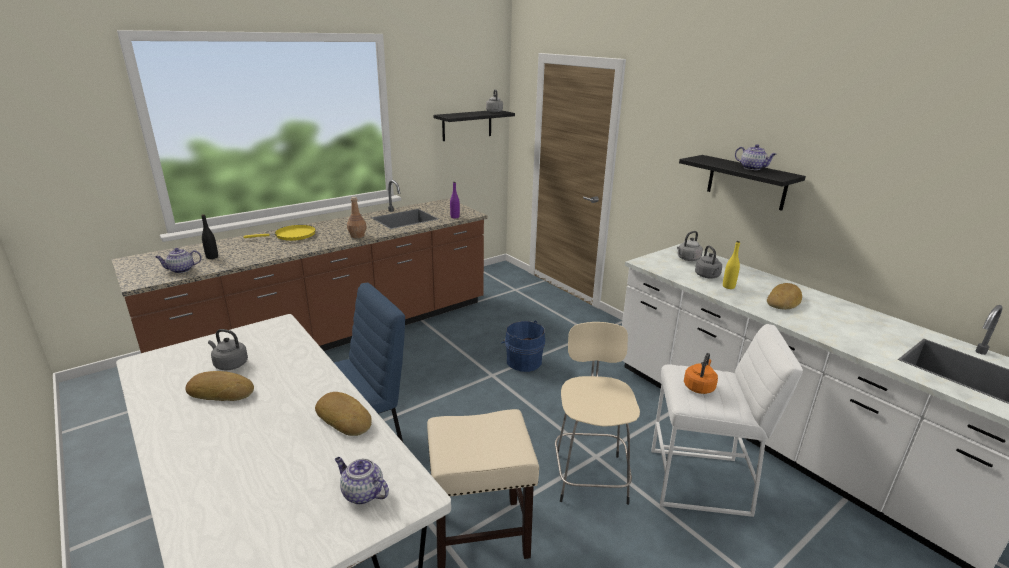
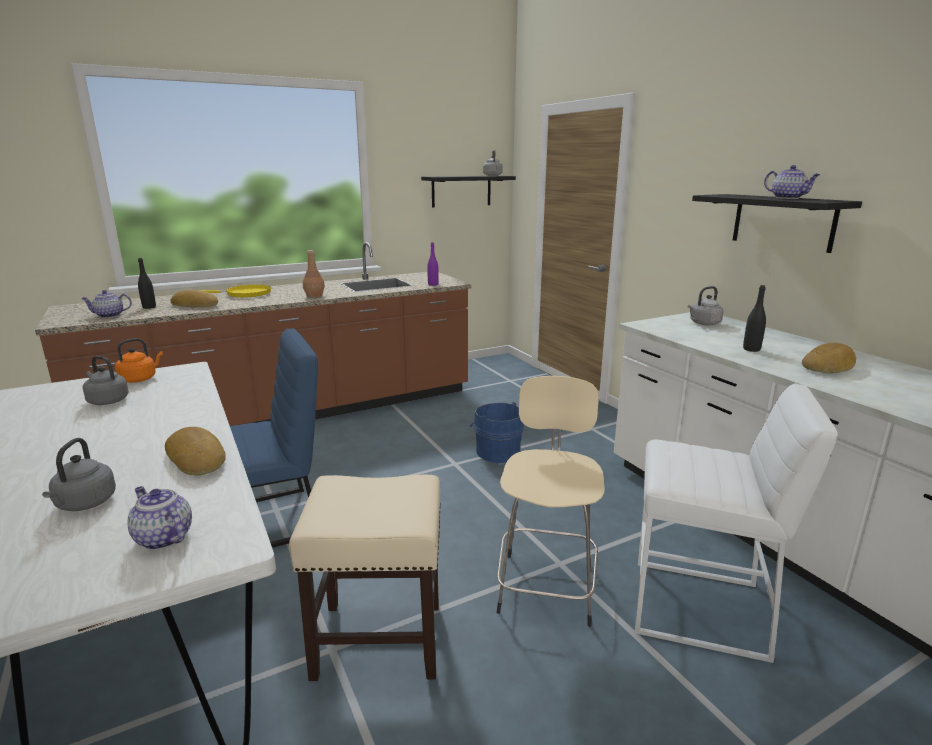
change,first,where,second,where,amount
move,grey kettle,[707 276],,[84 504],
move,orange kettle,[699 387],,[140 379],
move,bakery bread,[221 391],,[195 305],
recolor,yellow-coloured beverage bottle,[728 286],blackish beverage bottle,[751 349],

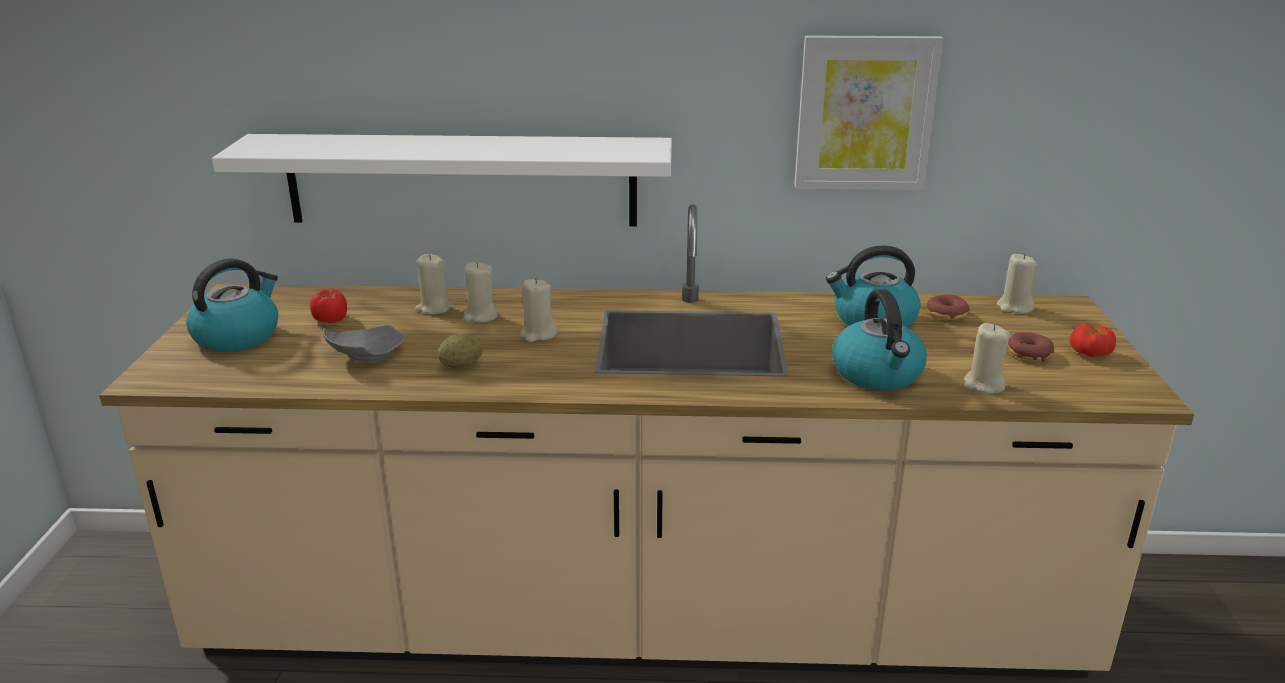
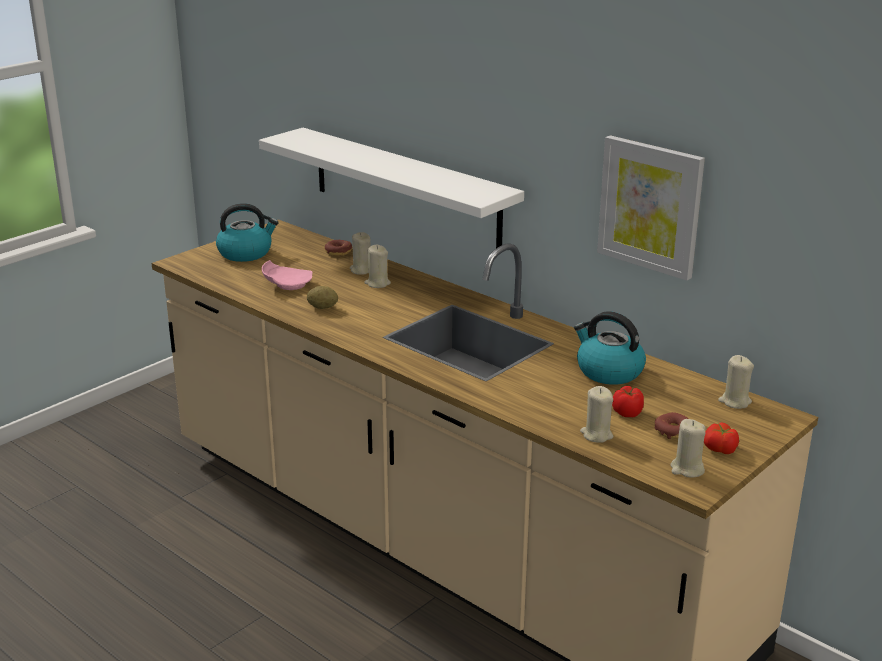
change,first,where,second,where,amount
recolor,grey dinner plate,[365 355],pink dinner plate,[287 284],
move,doughnut,[947 314],,[338 252],
move,tomato,[331 319],,[628 413],
move,beige-coloured candle,[538 334],,[687 469],
delete,kettle,[878 374],,,

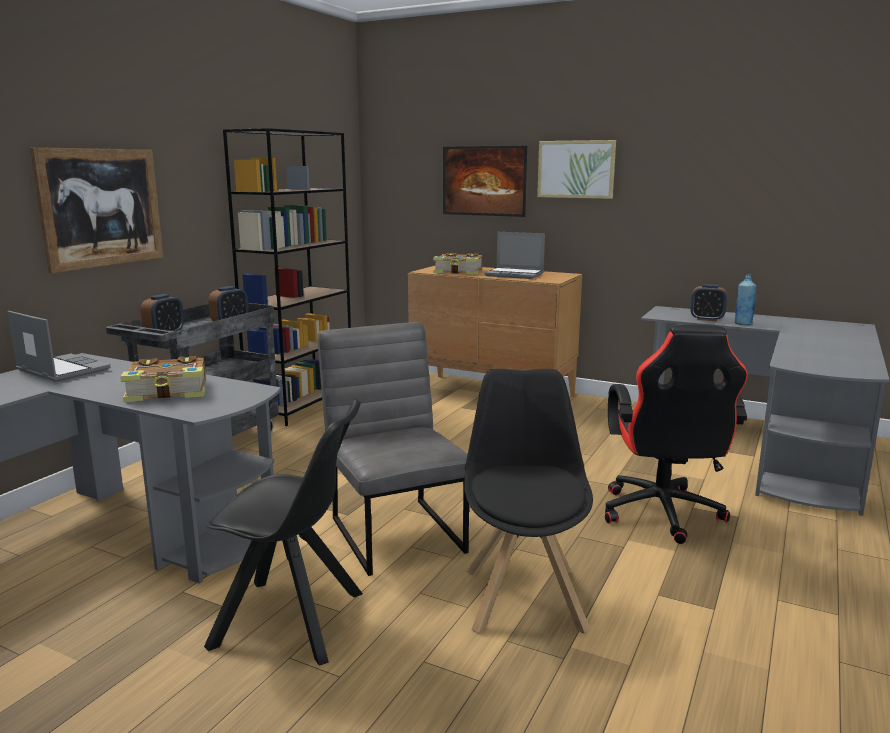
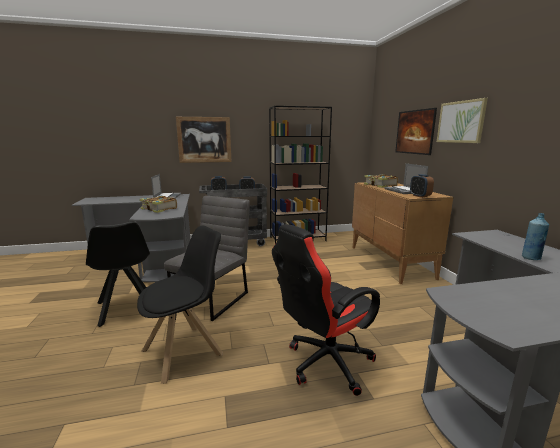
change,first,where,second,where,amount
move,bedside clock,[707 319],,[420 196],

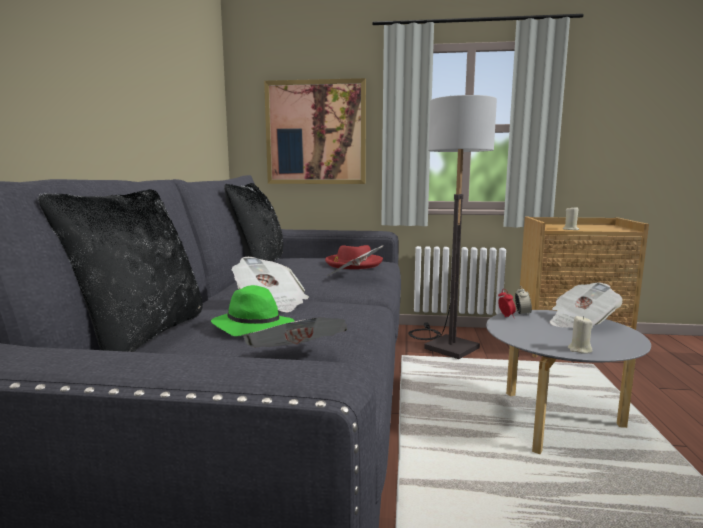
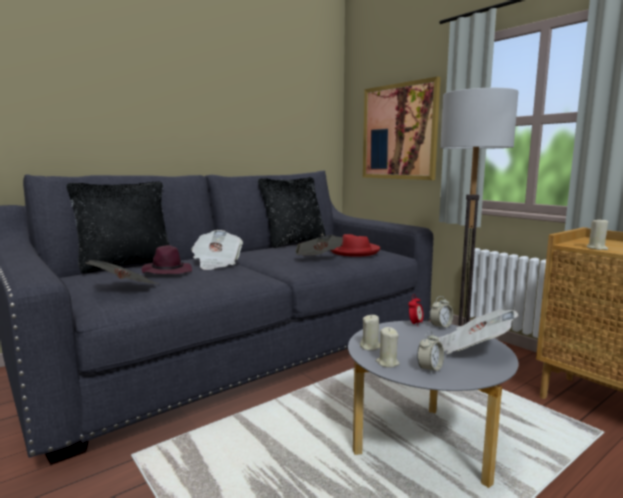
change,first,where,second,where,amount
recolor,green-coloured wearable hat,[252 327],purple wearable hat,[167 272],
insert,,,beige-coloured candle,[370 347],
insert,,,bedside clock,[430 369],

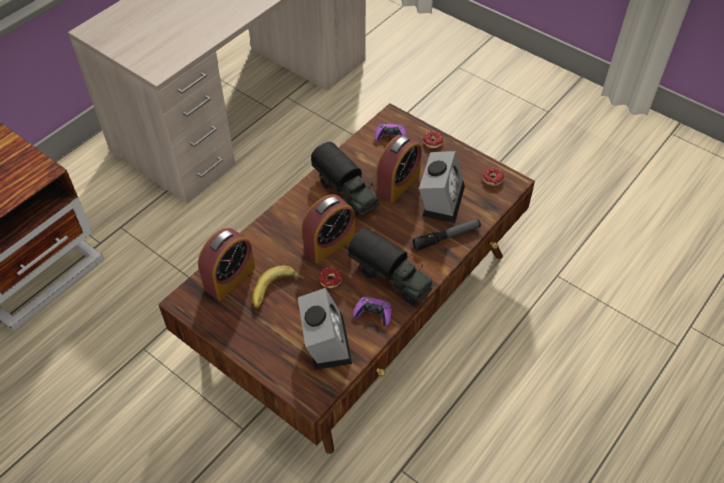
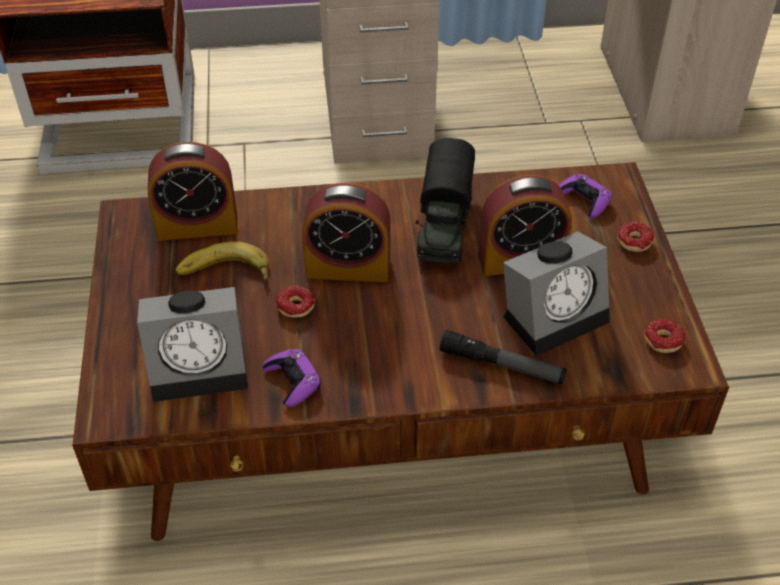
change,first,where,second,where,amount
rotate,bedside clock,[325 340],,[202 366],45 degrees clockwise
delete,toy truck,[391 277],,,

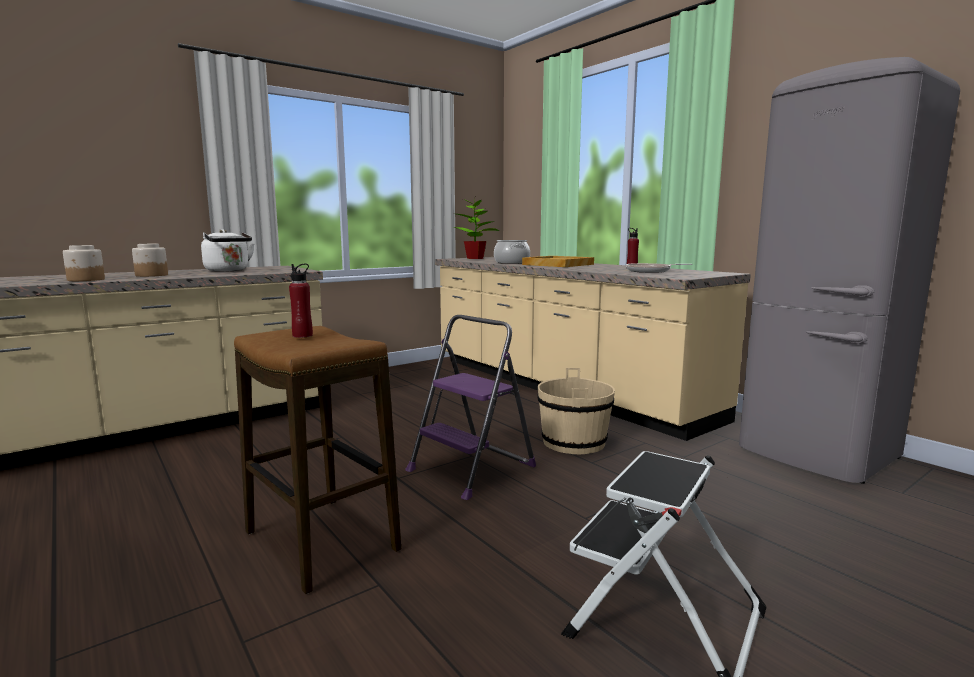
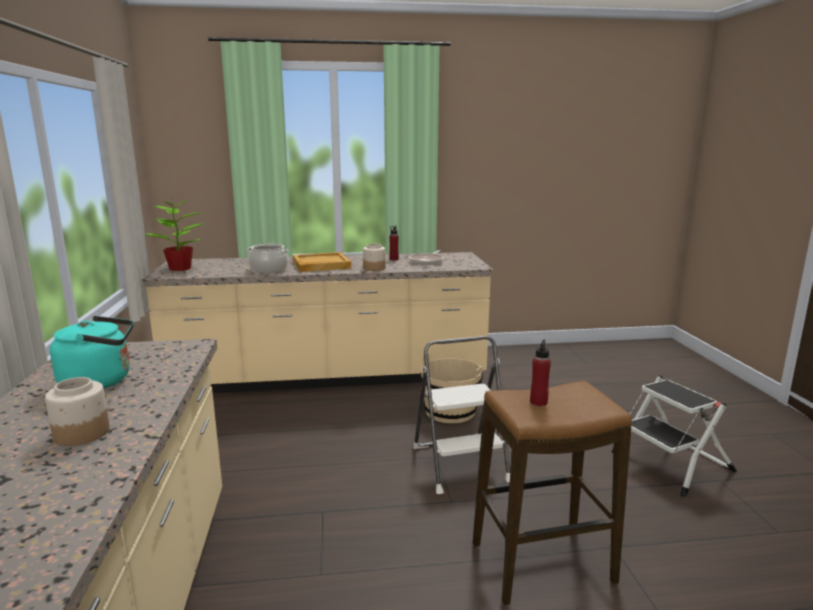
change,first,where,second,where,amount
recolor,whitish kettle,[228 270],turquoise-coloured kettle,[101 381],
move,storage jar,[86 280],,[374 268],
recolor,purple step ladder,[475 467],whitish step ladder,[459 461],
delete,grey kitchen fridge,[816 454],,,

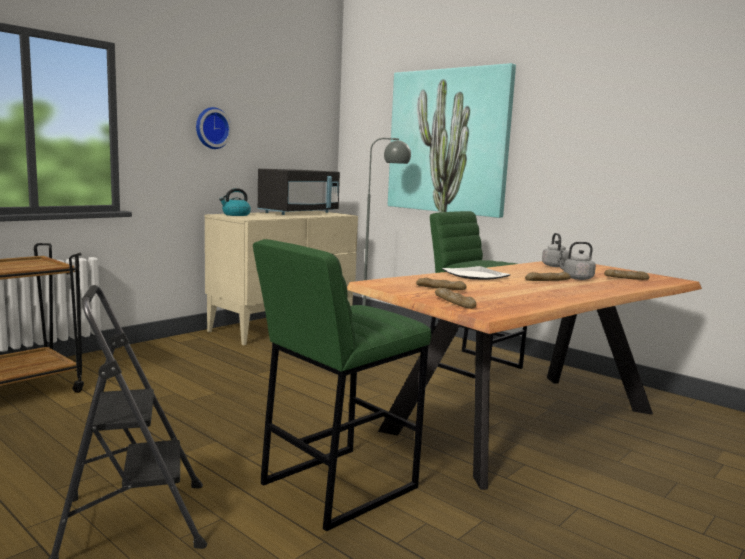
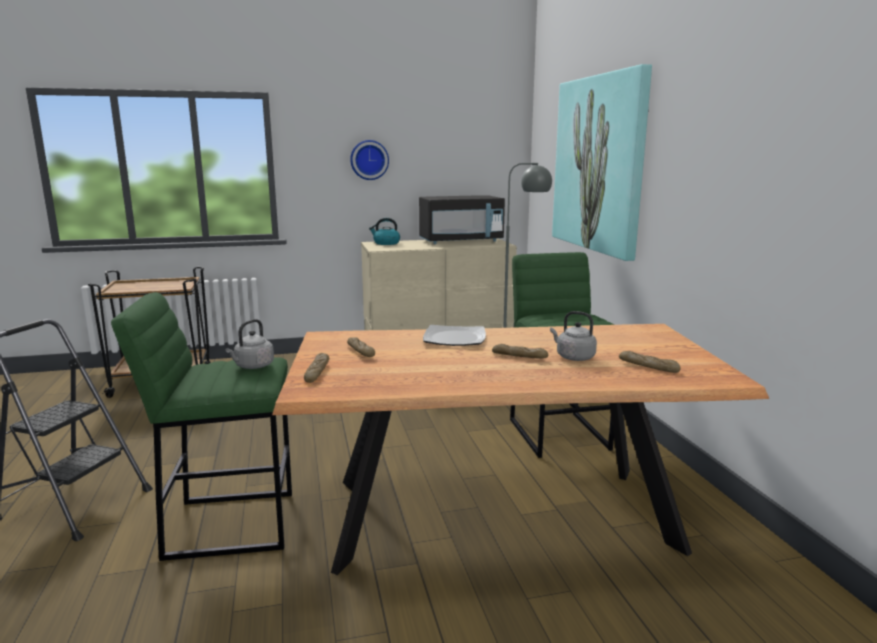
change,first,where,second,where,amount
move,grey kettle,[555 266],,[253 366],

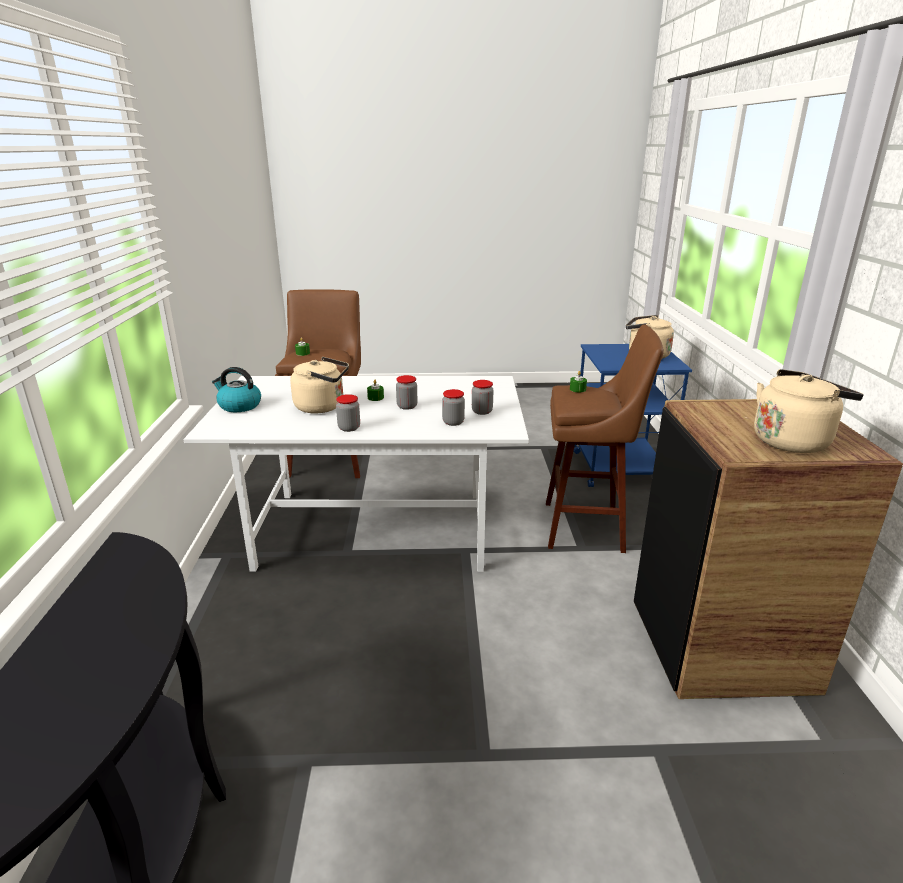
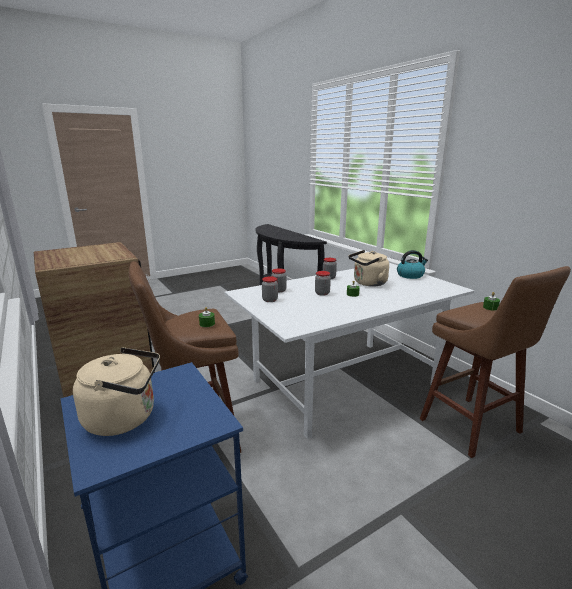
change,first,where,second,where,amount
delete,beige-coloured kettle,[793 441],,,

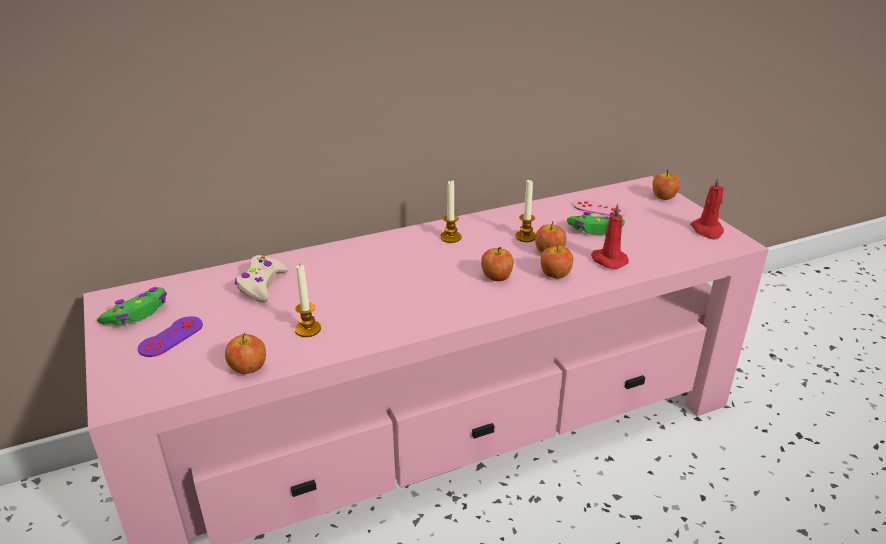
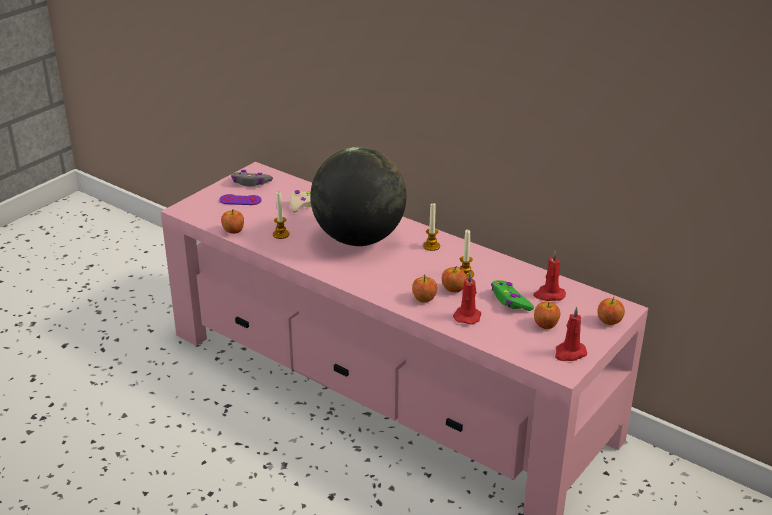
change,first,where,second,where,amount
recolor,green-coloured game controller,[137 313],grey game controller,[251 183],
insert,,,desk globe,[359 239],
replace,pink game controller,[599 208],reddish candle,[549 295],
move,apple fruit,[496 277],,[546 325],

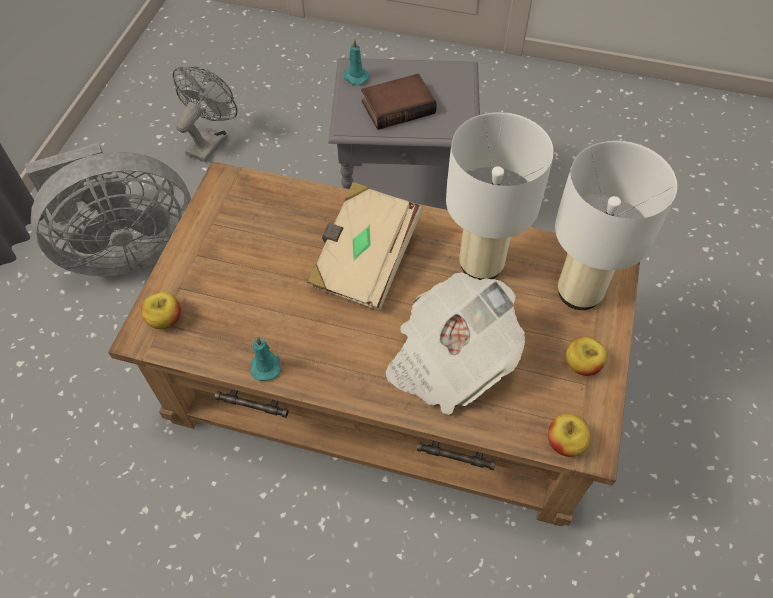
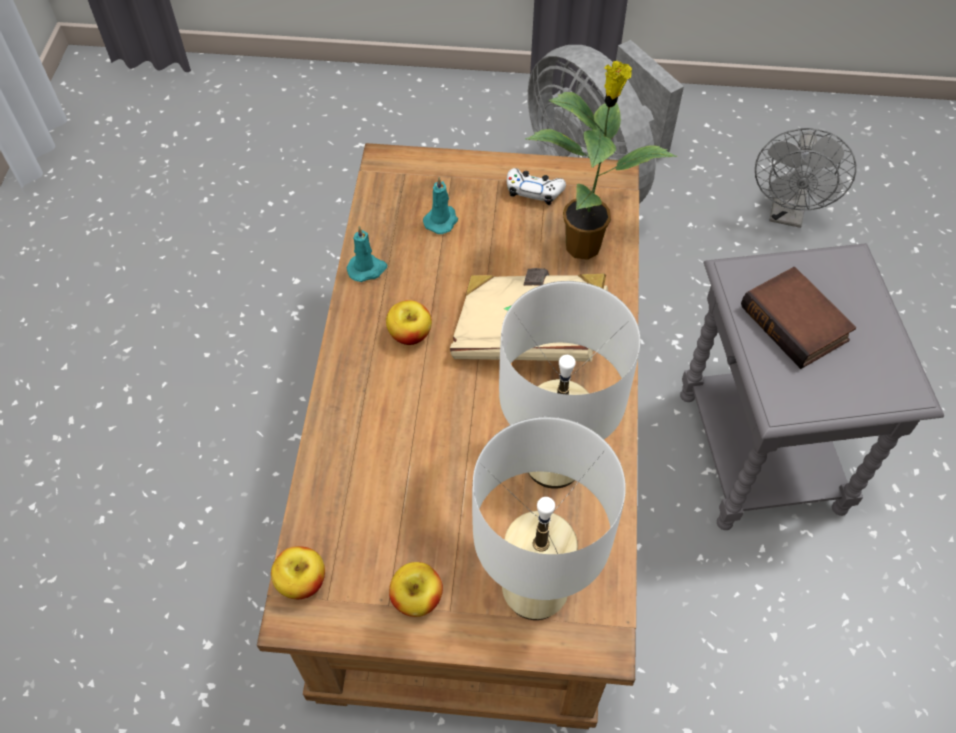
change,first,where,second,where,amount
move,apple fruit,[165 319],,[410 334],
move,turquoise-coloured candle,[355 77],,[441 220],
insert,,,whitish game controller,[534 190],
insert,,,houseplant,[585 244],
rotate,grey fan,[210 141],,[787 213],90 degrees clockwise
delete,daily paper,[449 360],,,

